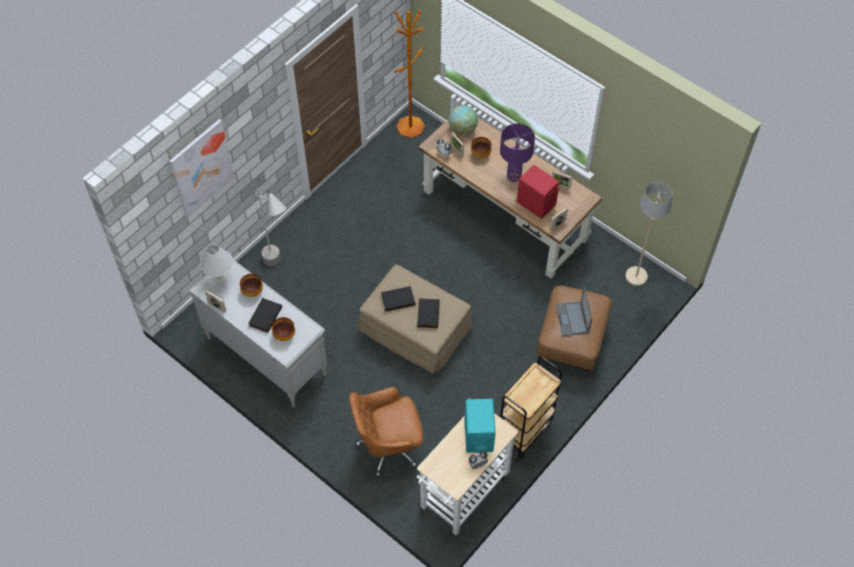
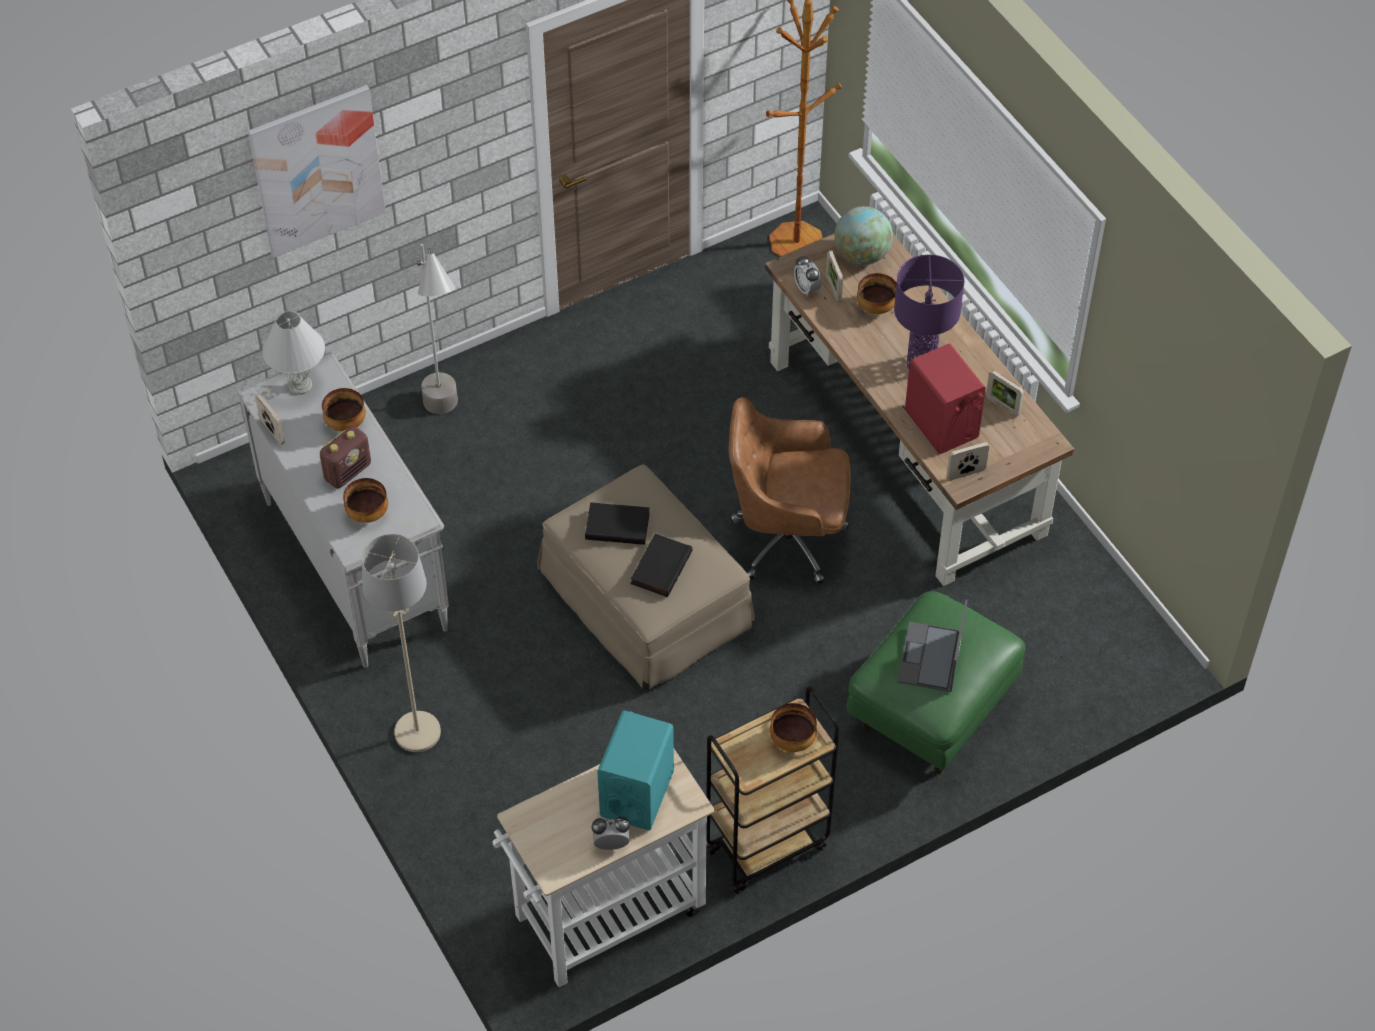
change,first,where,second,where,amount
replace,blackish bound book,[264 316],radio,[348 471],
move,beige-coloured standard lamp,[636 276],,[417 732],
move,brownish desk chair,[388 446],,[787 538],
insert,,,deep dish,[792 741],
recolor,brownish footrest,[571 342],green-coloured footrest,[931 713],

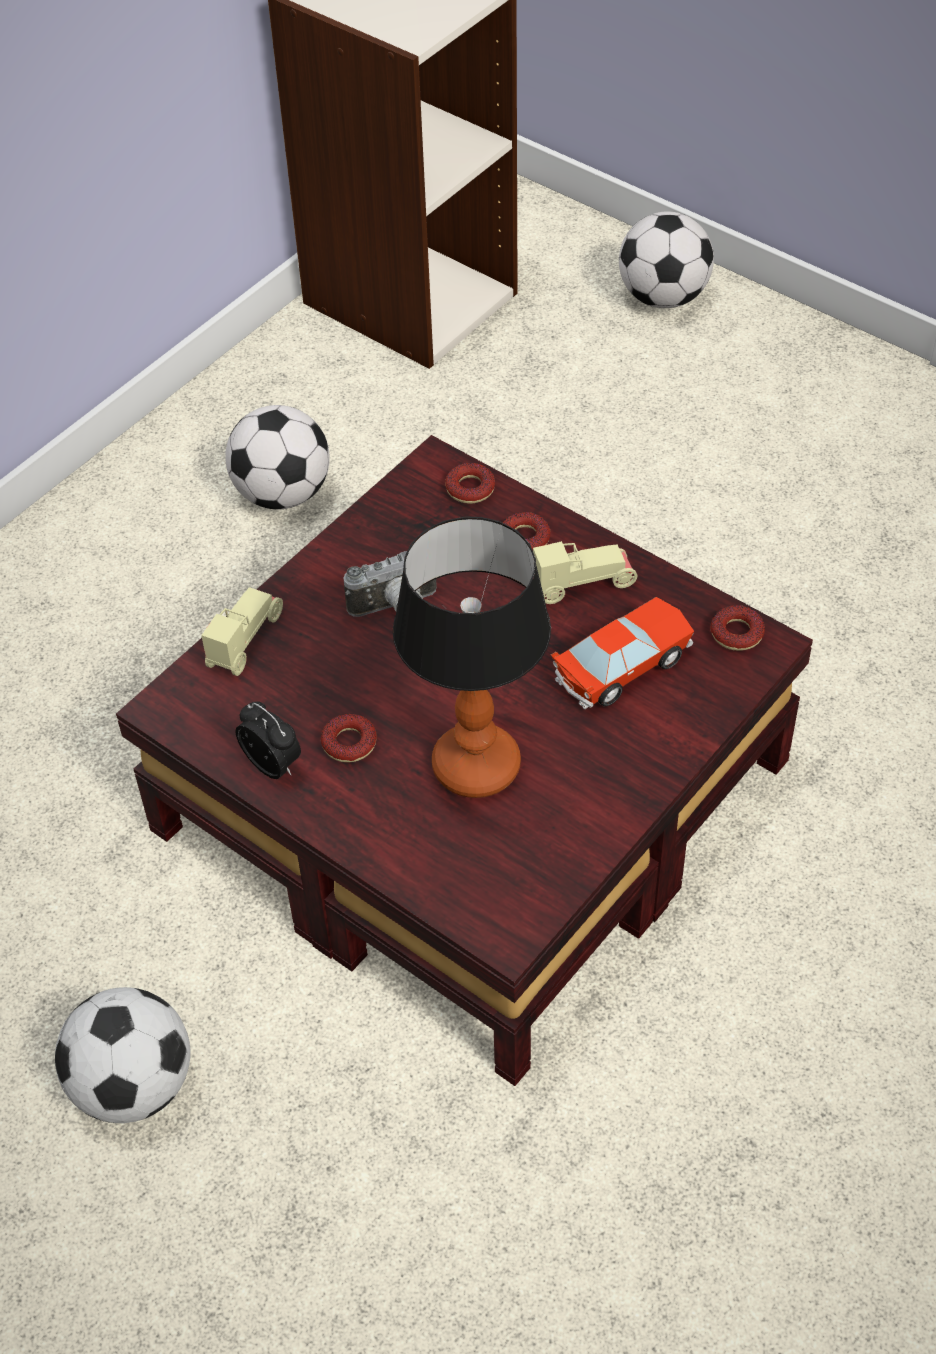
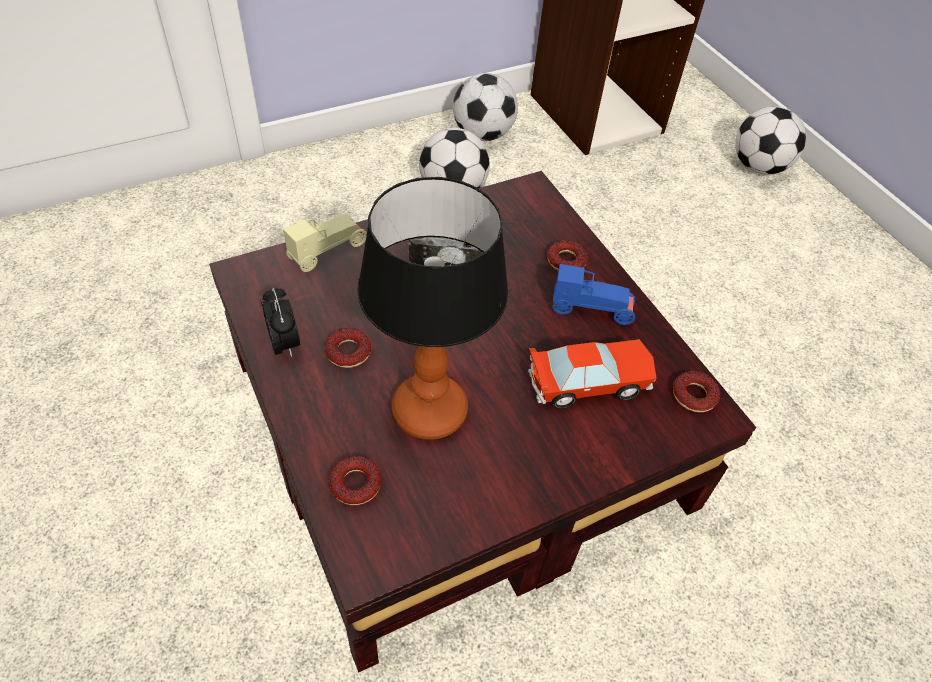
change,first,where,second,where,amount
move,doughnut,[470 488],,[356 484],
move,football,[133 1085],,[482 134],
recolor,beige-coloured model car,[583 584],blue model car,[592 309],

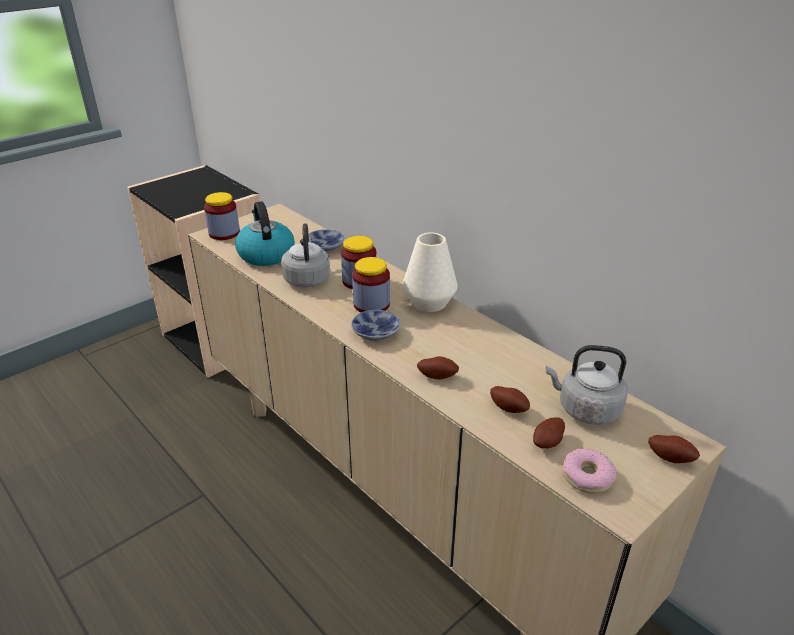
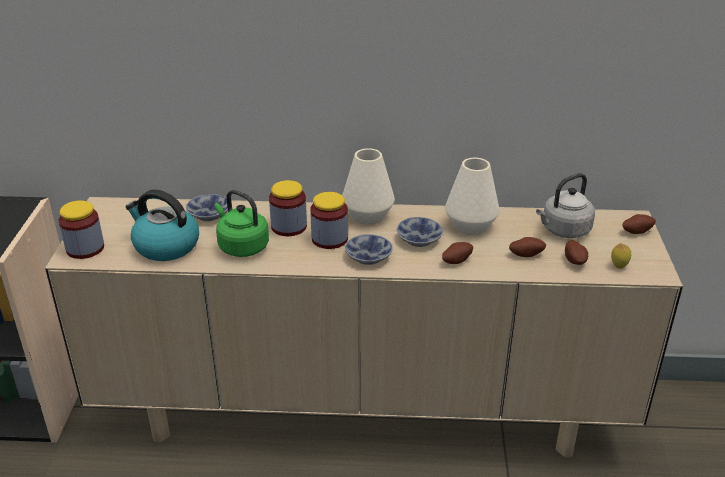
change,first,where,second,where,amount
recolor,grey kettle,[307 278],green-coloured kettle,[241 246],
insert,,,deep dish,[417 238],
insert,,,whitish flower vase,[470 225],
replace,doughnut,[587 476],lemon,[618 266],

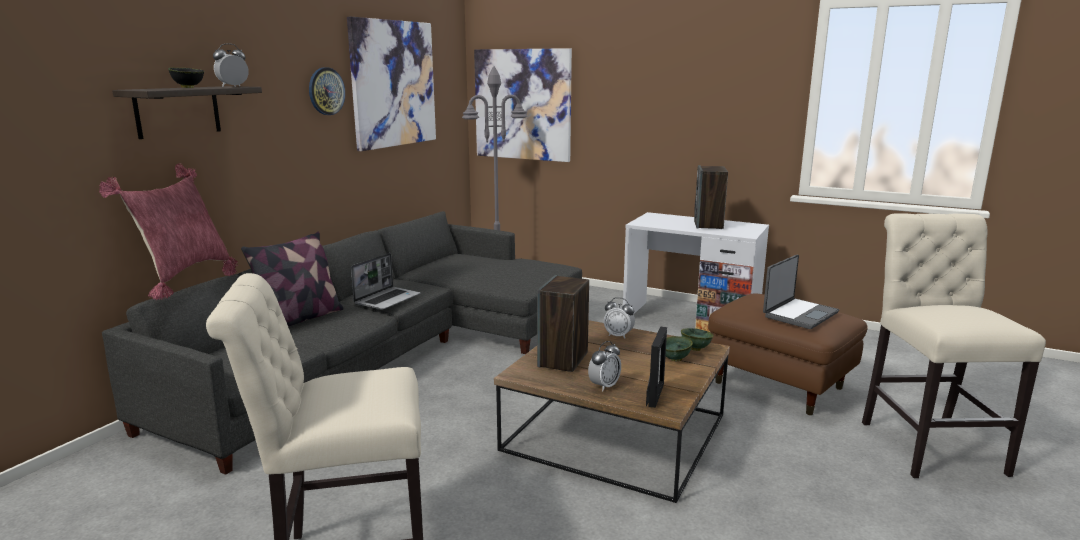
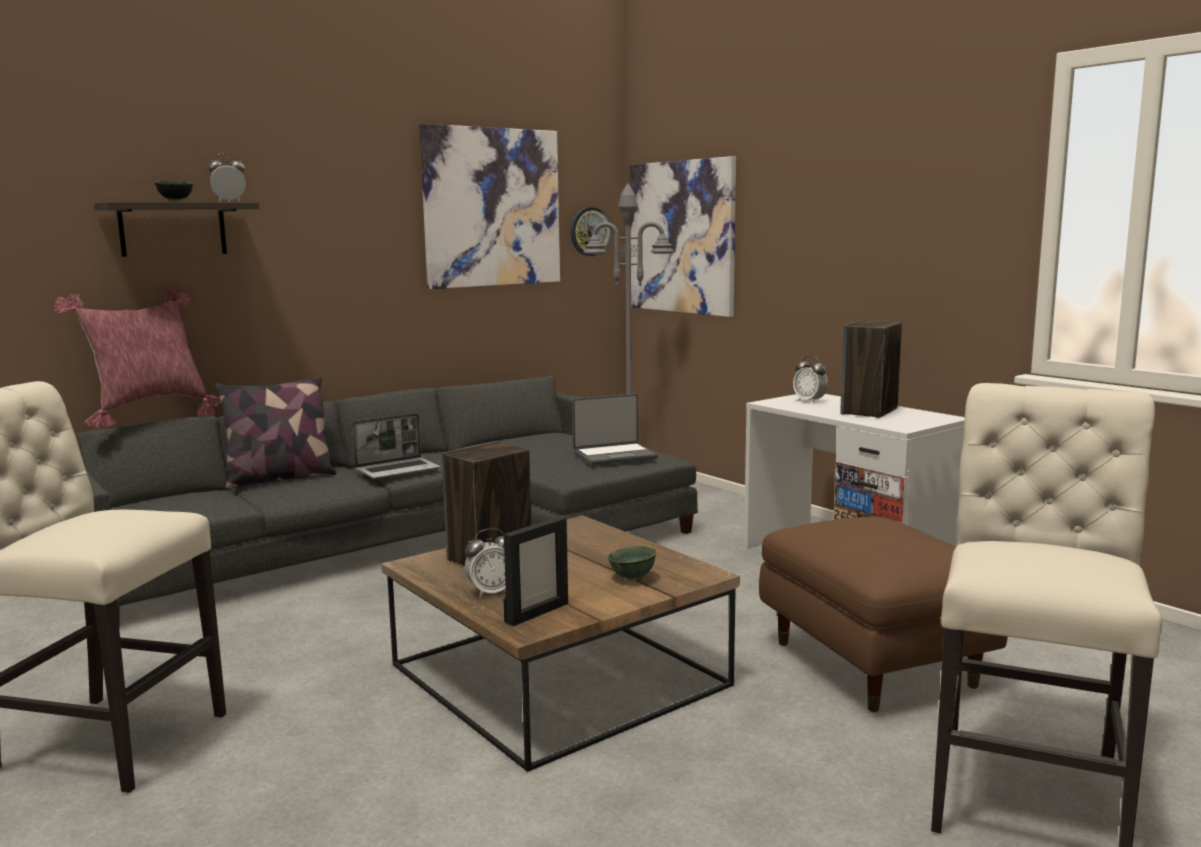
change,first,where,second,where,amount
move,hanging clock,[326 91],,[590 231],
move,portable computer,[799 314],,[614 456],
move,bedside clock,[618 335],,[809 401],
delete,green-coloured deep dish,[695 349],,,

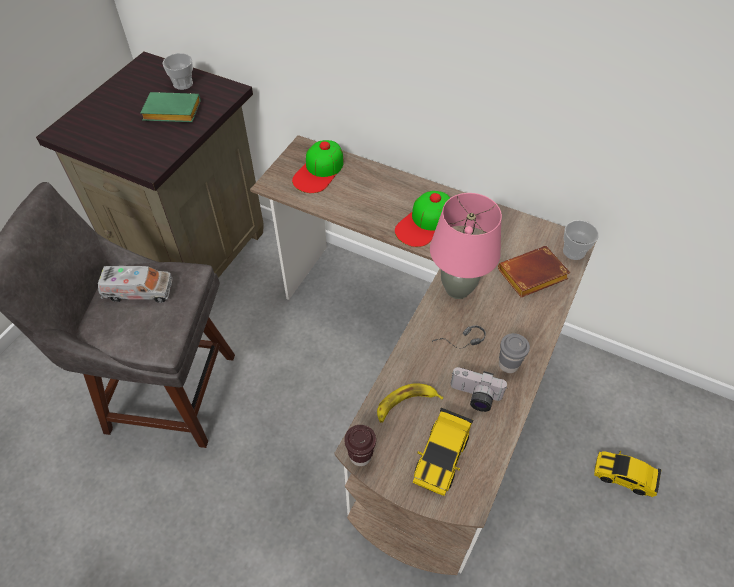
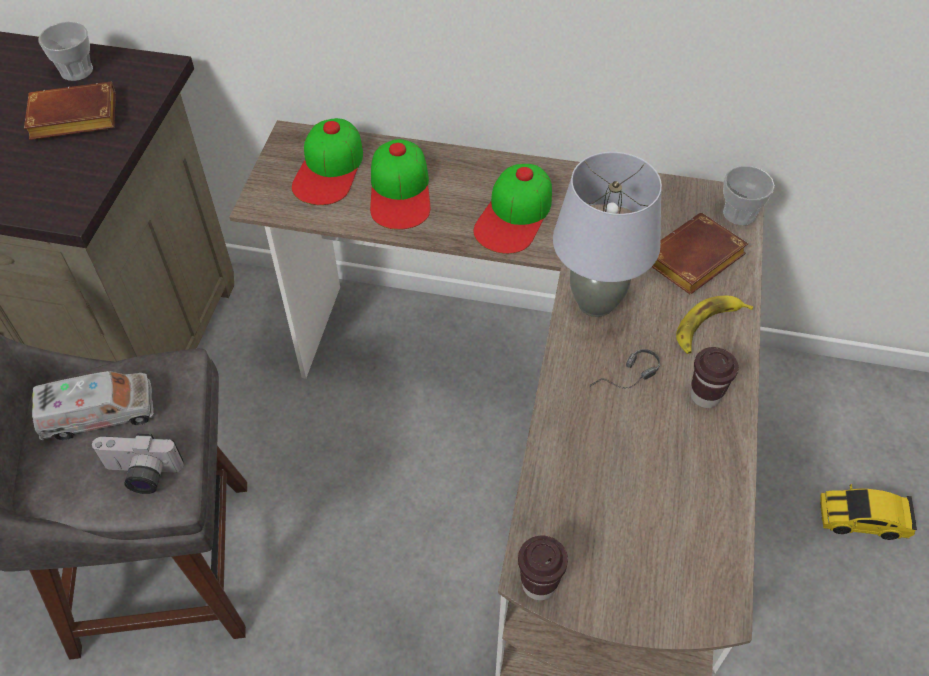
change,first,where,second,where,amount
recolor,green-coloured bound book,[170 113],brownish bound book,[71 120],
move,photo camera,[474 397],,[141 475],
insert,,,cap,[400 191],
recolor,pink tabletop lamp,[457 289],grey tabletop lamp,[596 302],
move,whole banana,[406 404],,[708 327],
recolor,grey cup,[508 365],brownish cup,[705 396],
delete,model car,[441 456],,,

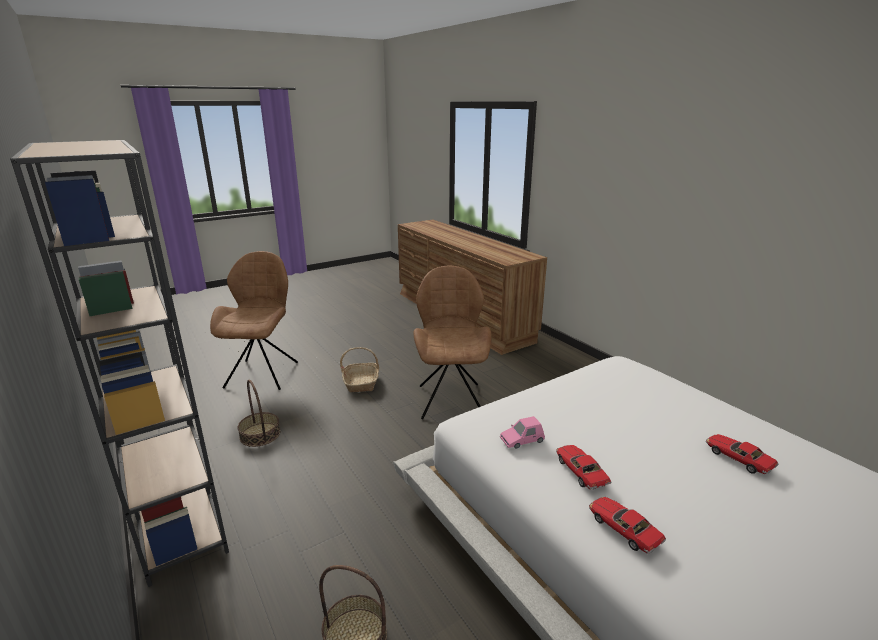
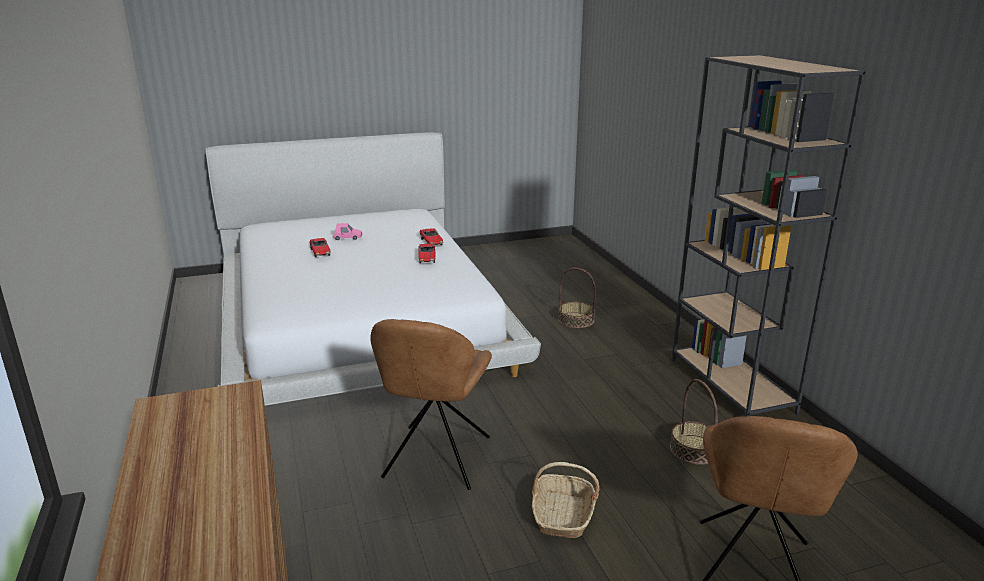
change,first,where,second,where,amount
move,pink model car,[522 440],,[348 237],

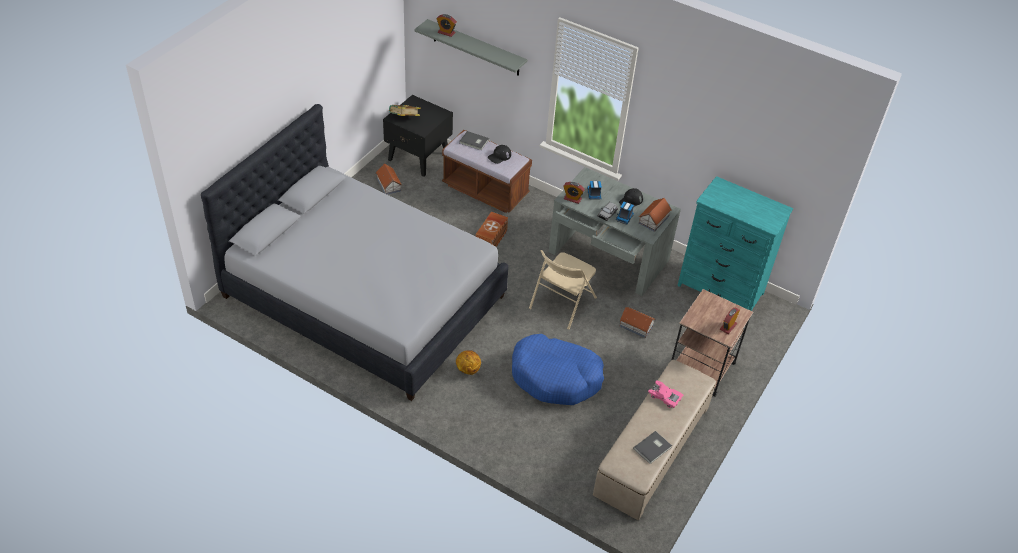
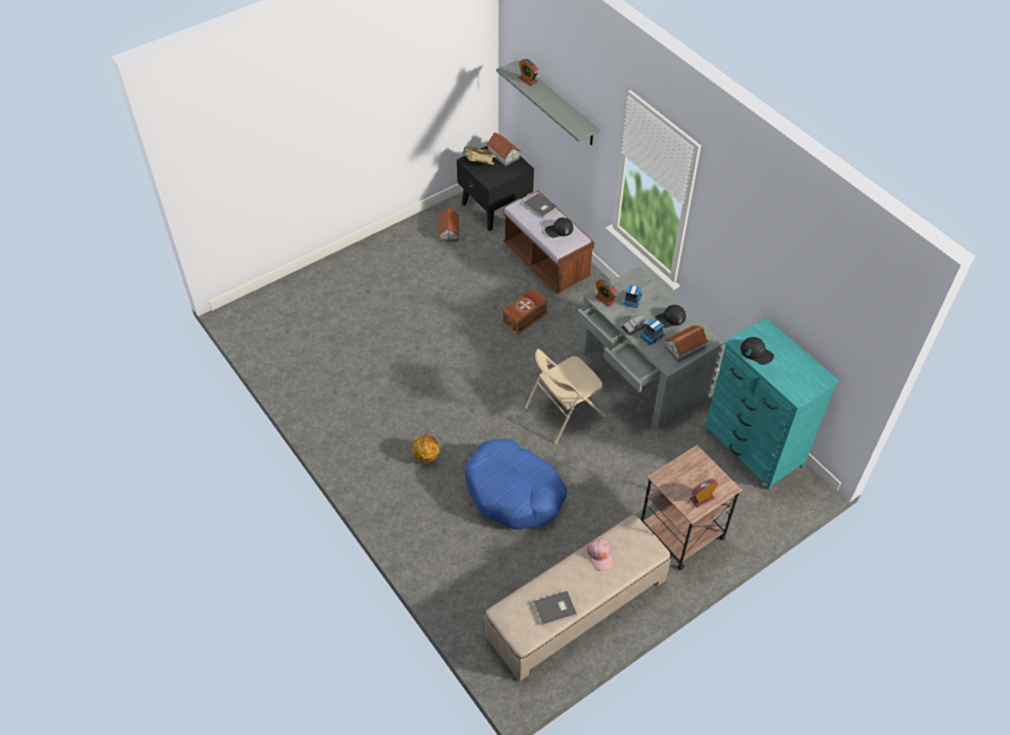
change,first,where,second,where,amount
move,toy house,[636 325],,[503 154],
replace,pink model car,[665 397],pink cap,[600 555],
insert,,,blackish cap,[756 353],
delete,grey bedroom bed,[364 296],,,

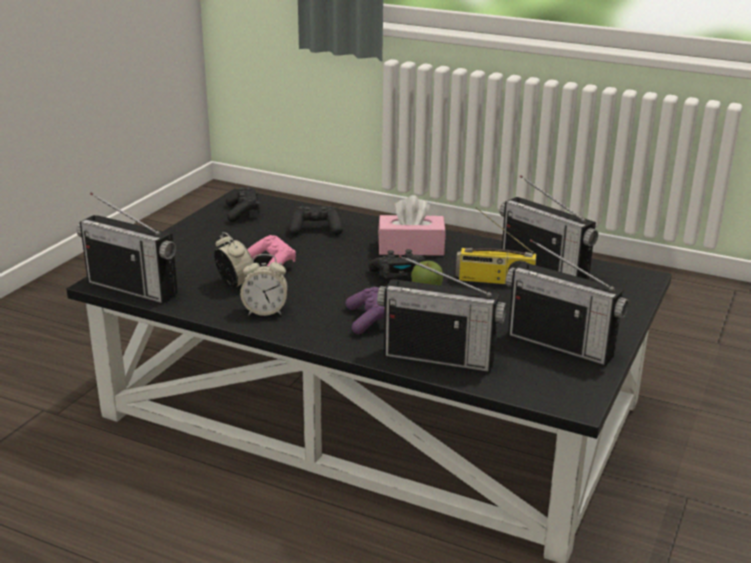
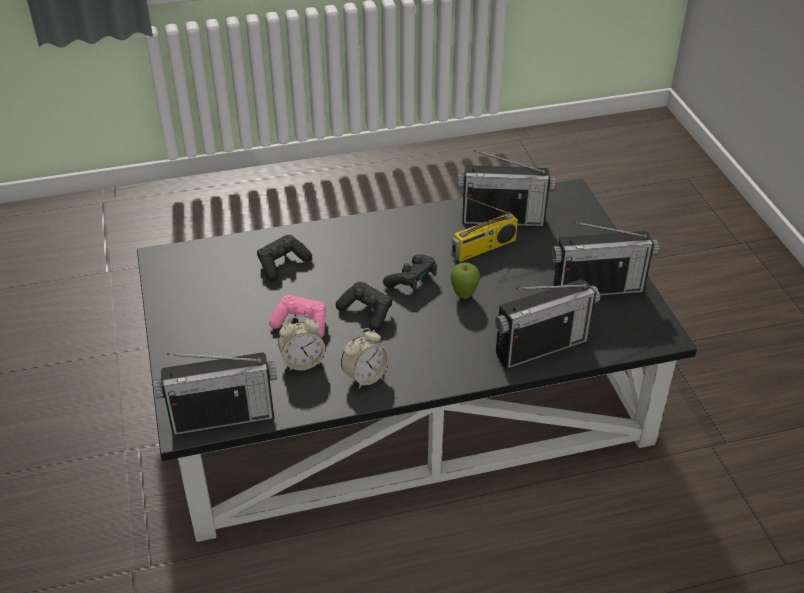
change,first,where,second,where,amount
rotate,bedside clock,[236 284],,[302 362],150 degrees clockwise
move,blackish game controller,[243 213],,[366 313],
delete,purple game controller,[368 320],,,
delete,pink tissue holder,[411 248],,,

